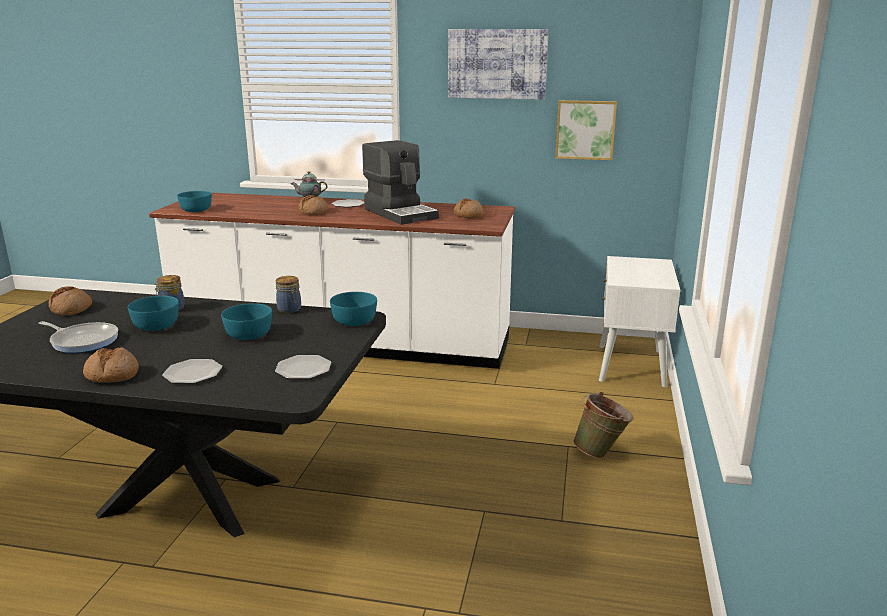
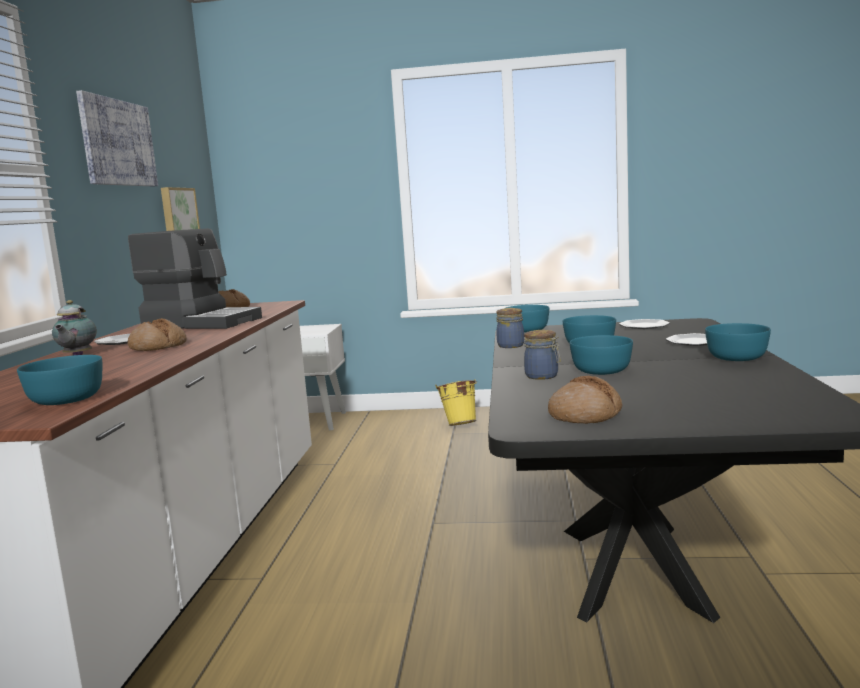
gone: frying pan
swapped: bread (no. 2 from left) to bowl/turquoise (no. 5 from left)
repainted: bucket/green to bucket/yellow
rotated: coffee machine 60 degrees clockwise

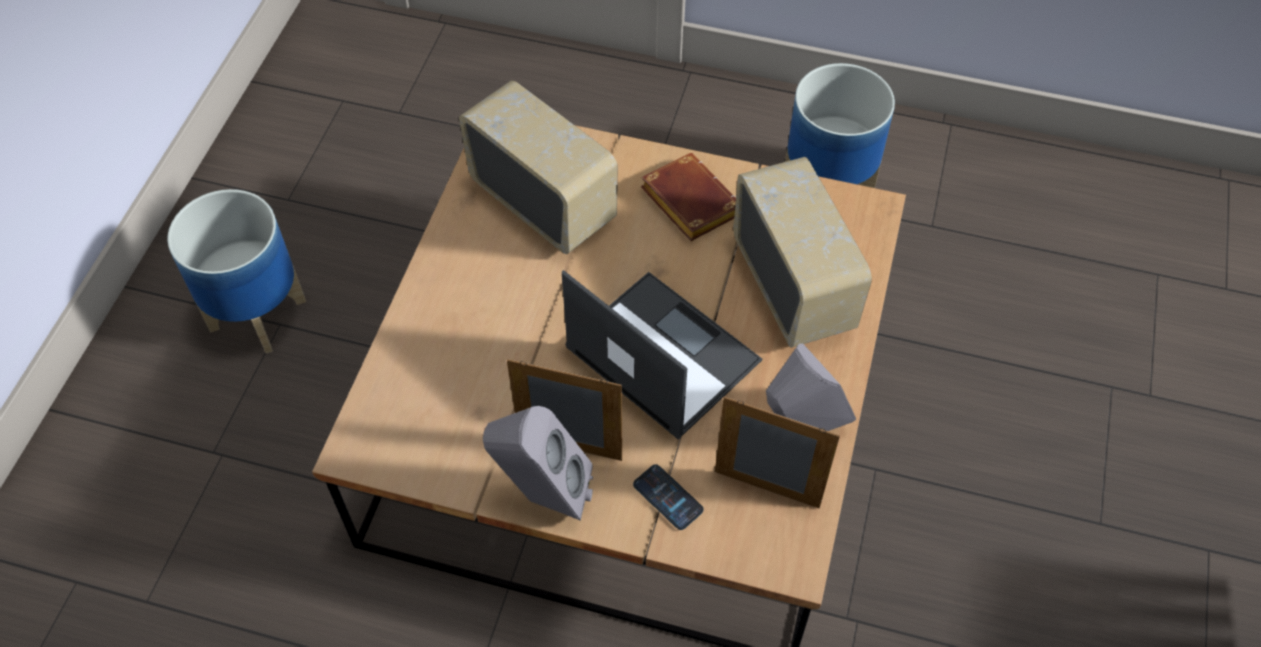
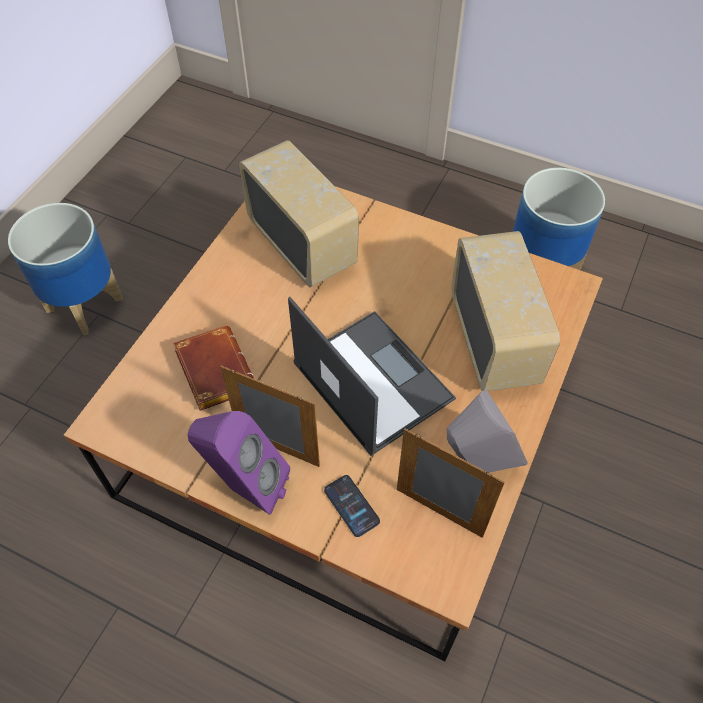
shifted: book/brown
repainted: speaker/grey (no. 1 from left) to speaker/purple

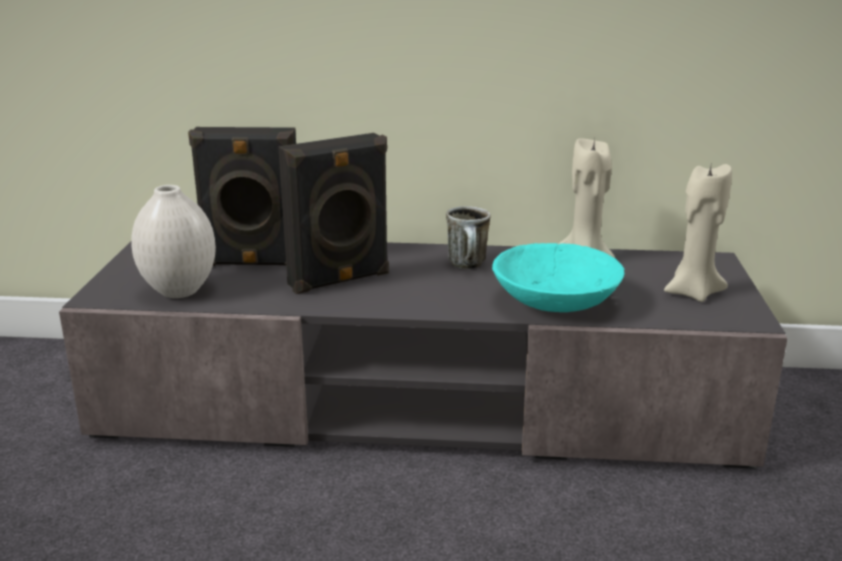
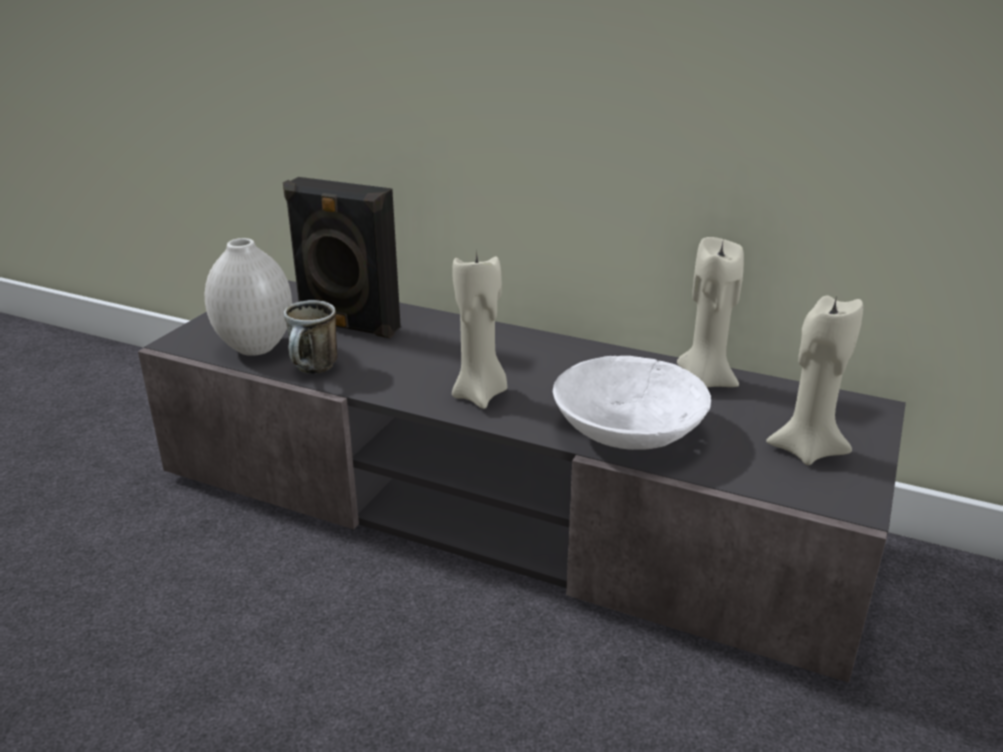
gone: speaker/black (no. 2 from left)
new: candle/beige (no. 1 from left)
shifted: mug
repainted: bowl/turquoise to bowl/white

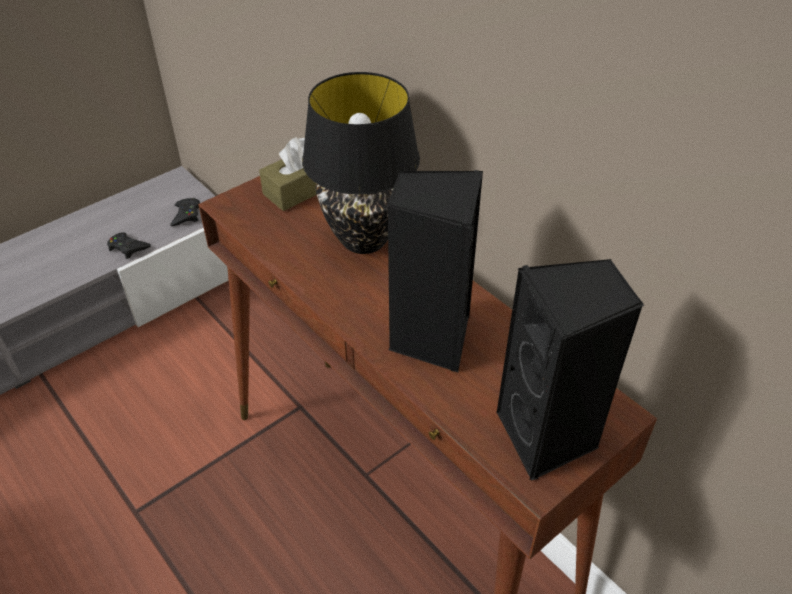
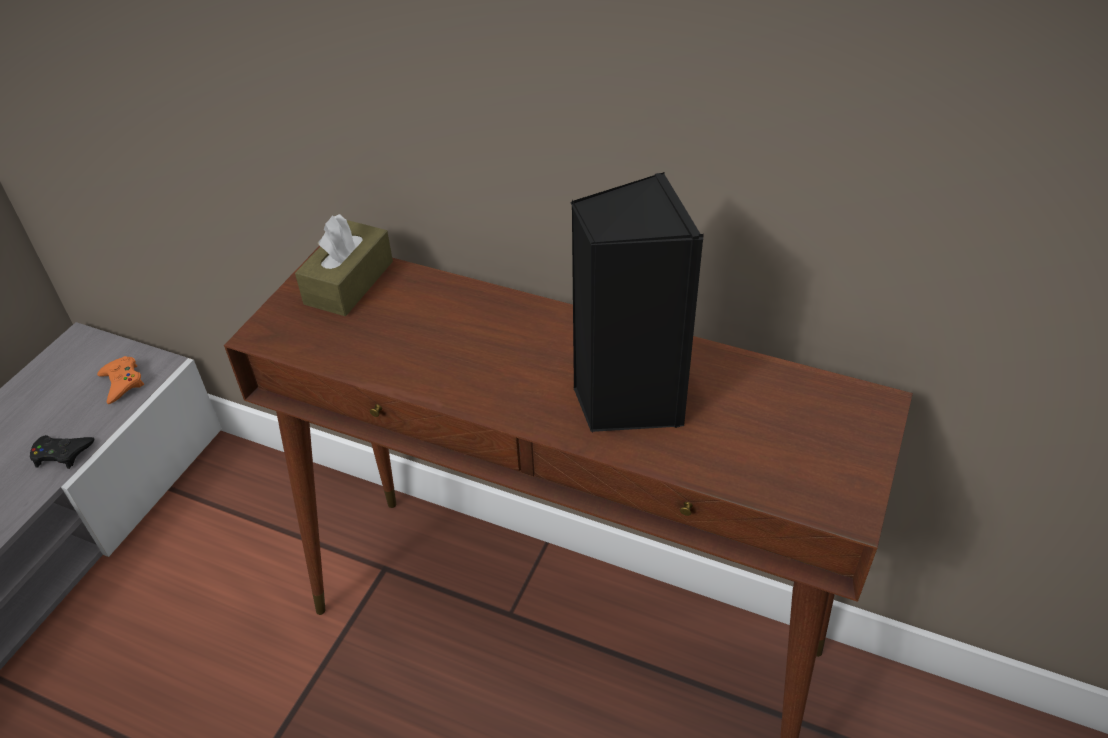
gone: table lamp/black; speaker/black (no. 2 from left)
repainted: game controller/black (no. 2 from left) to game controller/orange

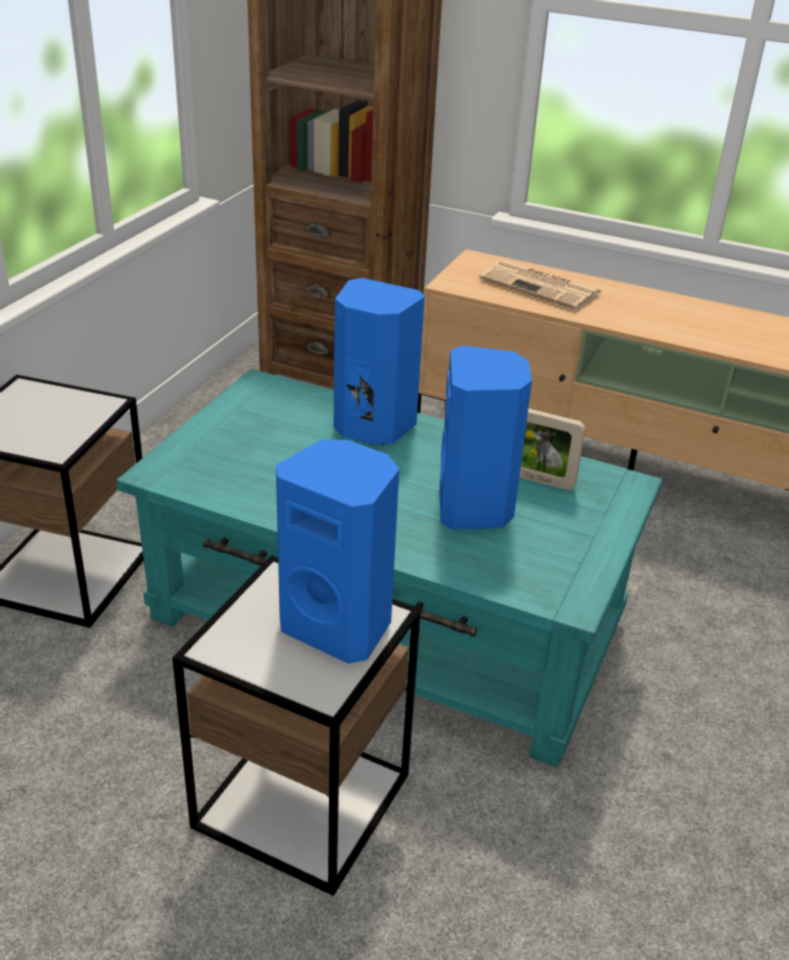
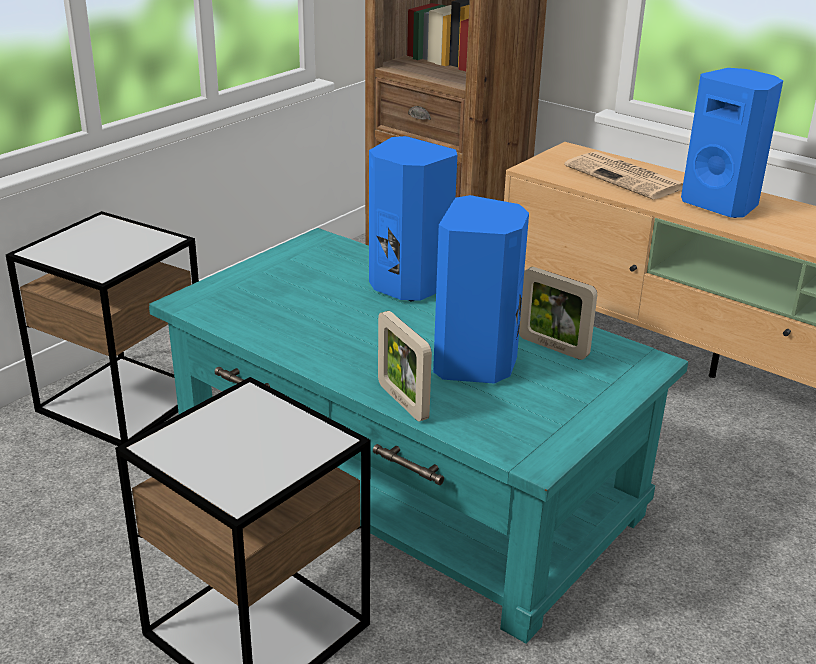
new: picture frame (no. 1 from left)
shifted: speaker/blue (no. 1 from left in the first image) to speaker/blue (no. 3 from left)

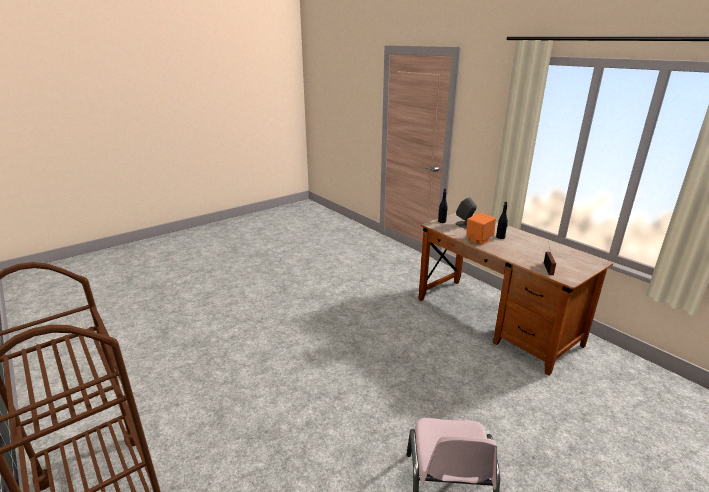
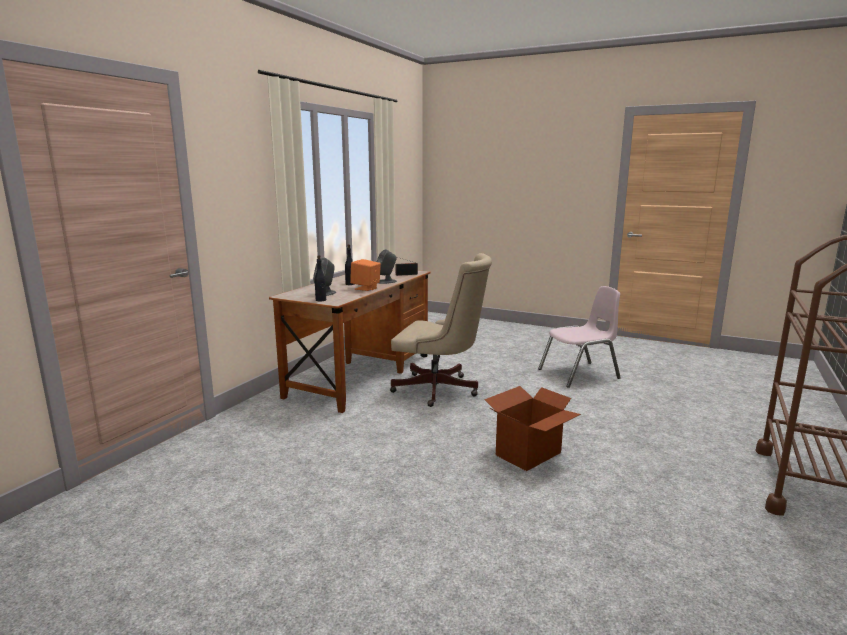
new: speaker/grey (no. 2 from left); office chair/beige; cardboard box

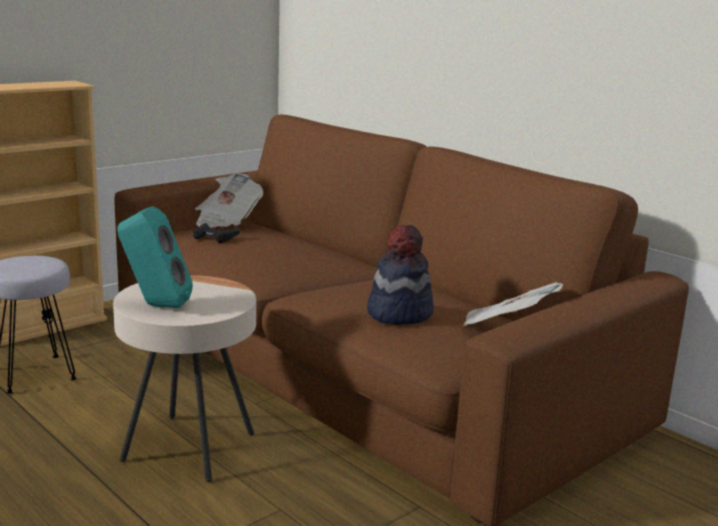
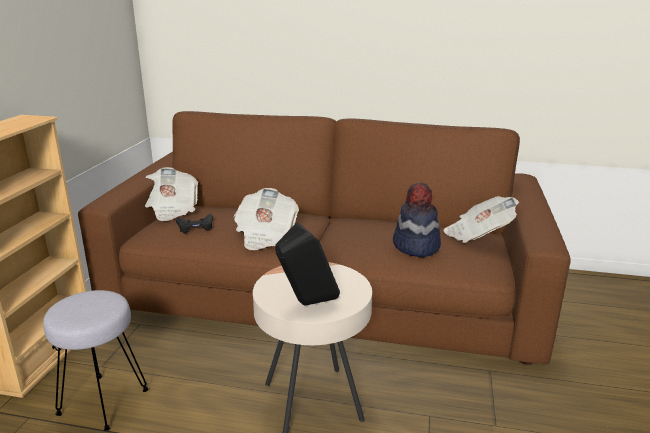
new: newspaper (no. 2 from left)
repainted: speaker/turquoise to speaker/black

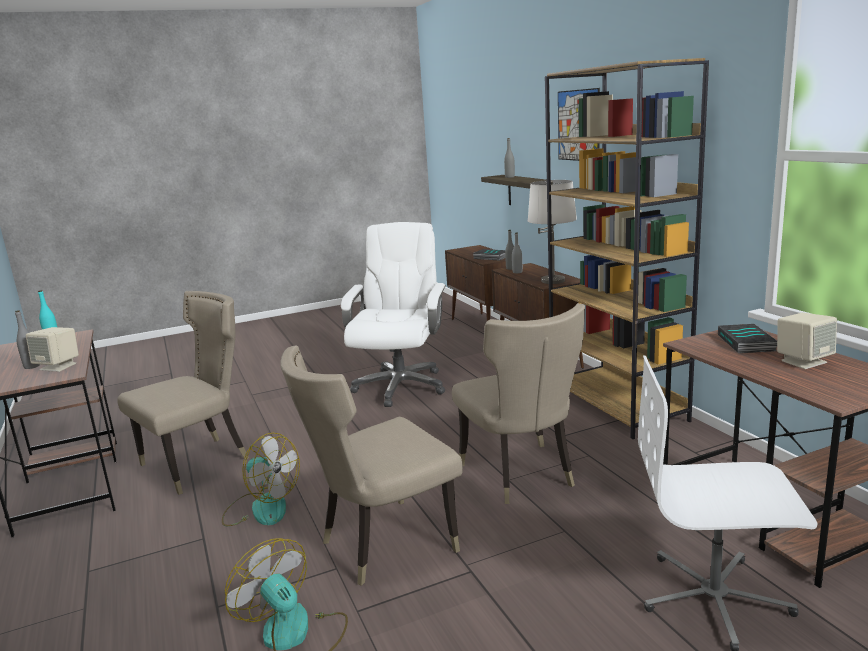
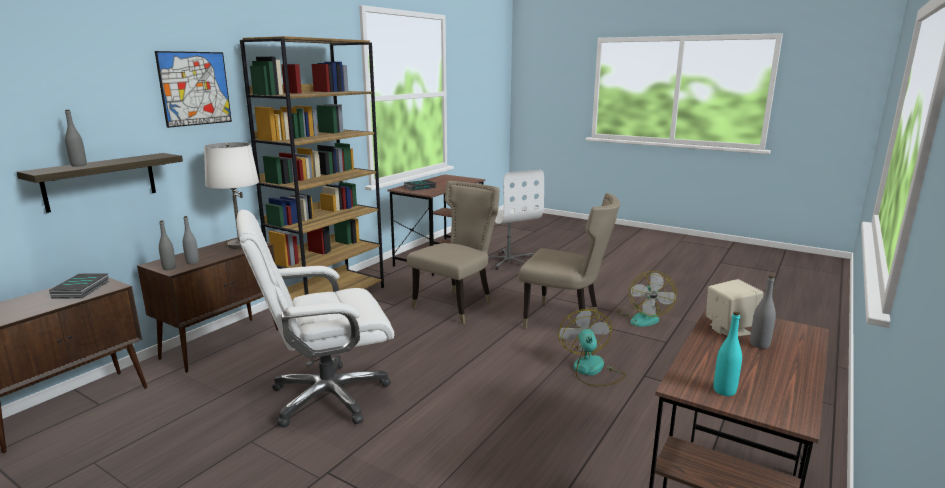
gone: chair/beige (no. 1 from left); speaker/beige (no. 2 from left)

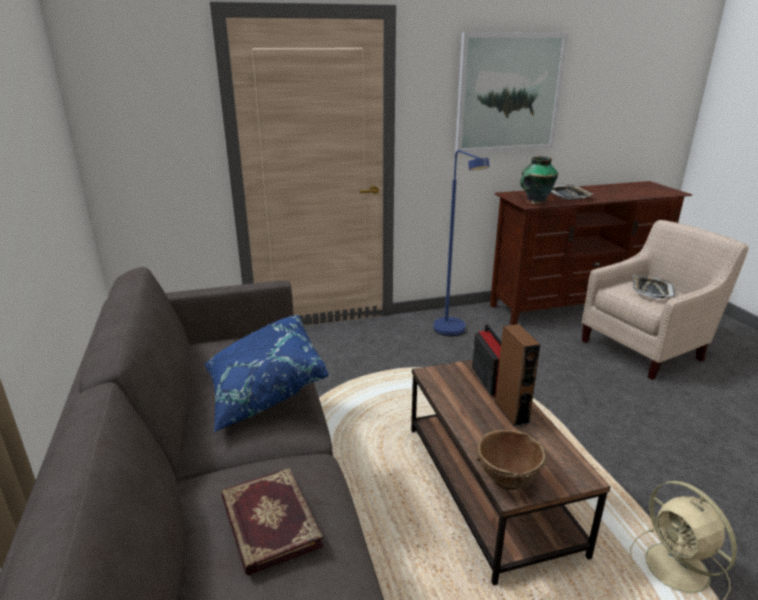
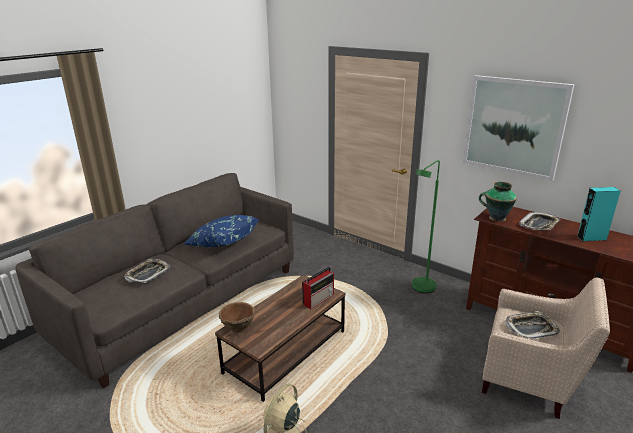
gone: speaker/brown
new: speaker/turquoise
swapped: book to tray (no. 1 from left)
repainted: floor lamp/blue to floor lamp/green

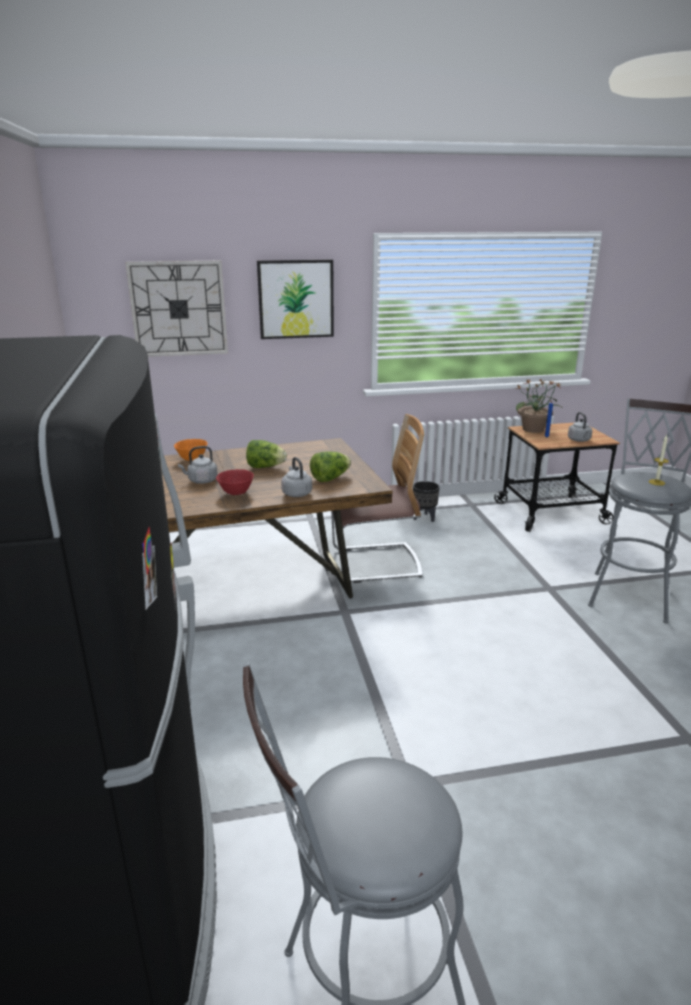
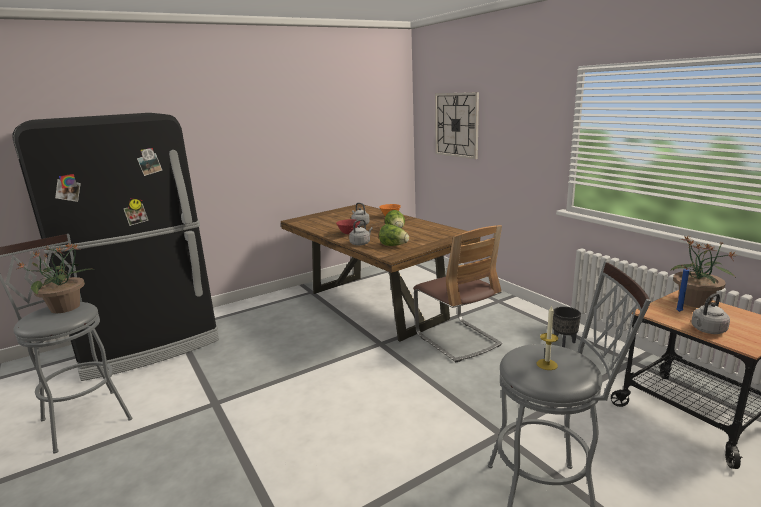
gone: picture
new: potted plant (no. 1 from left)

